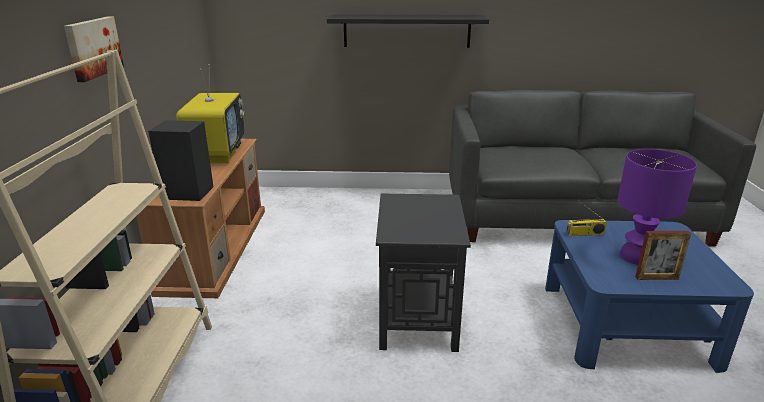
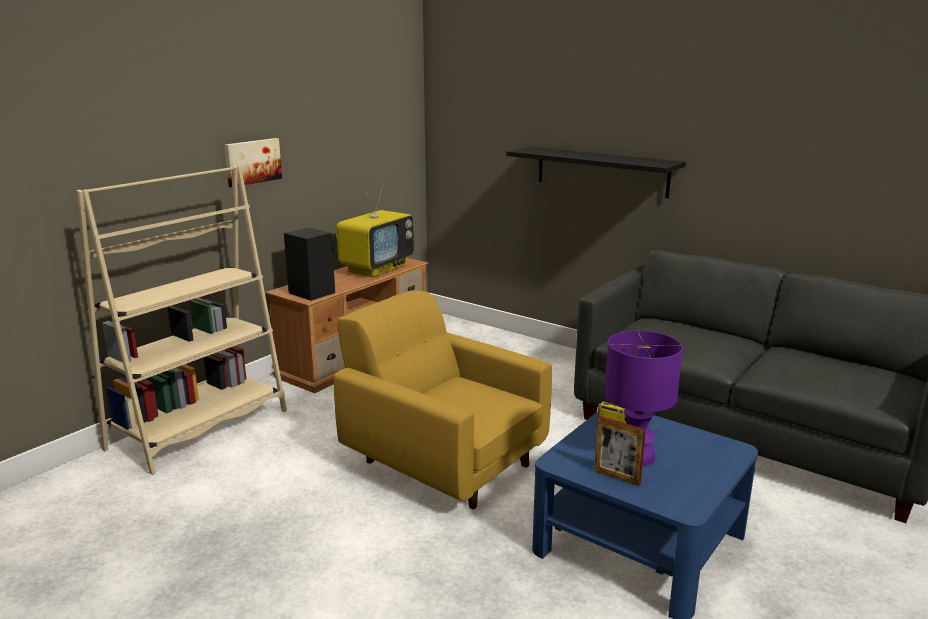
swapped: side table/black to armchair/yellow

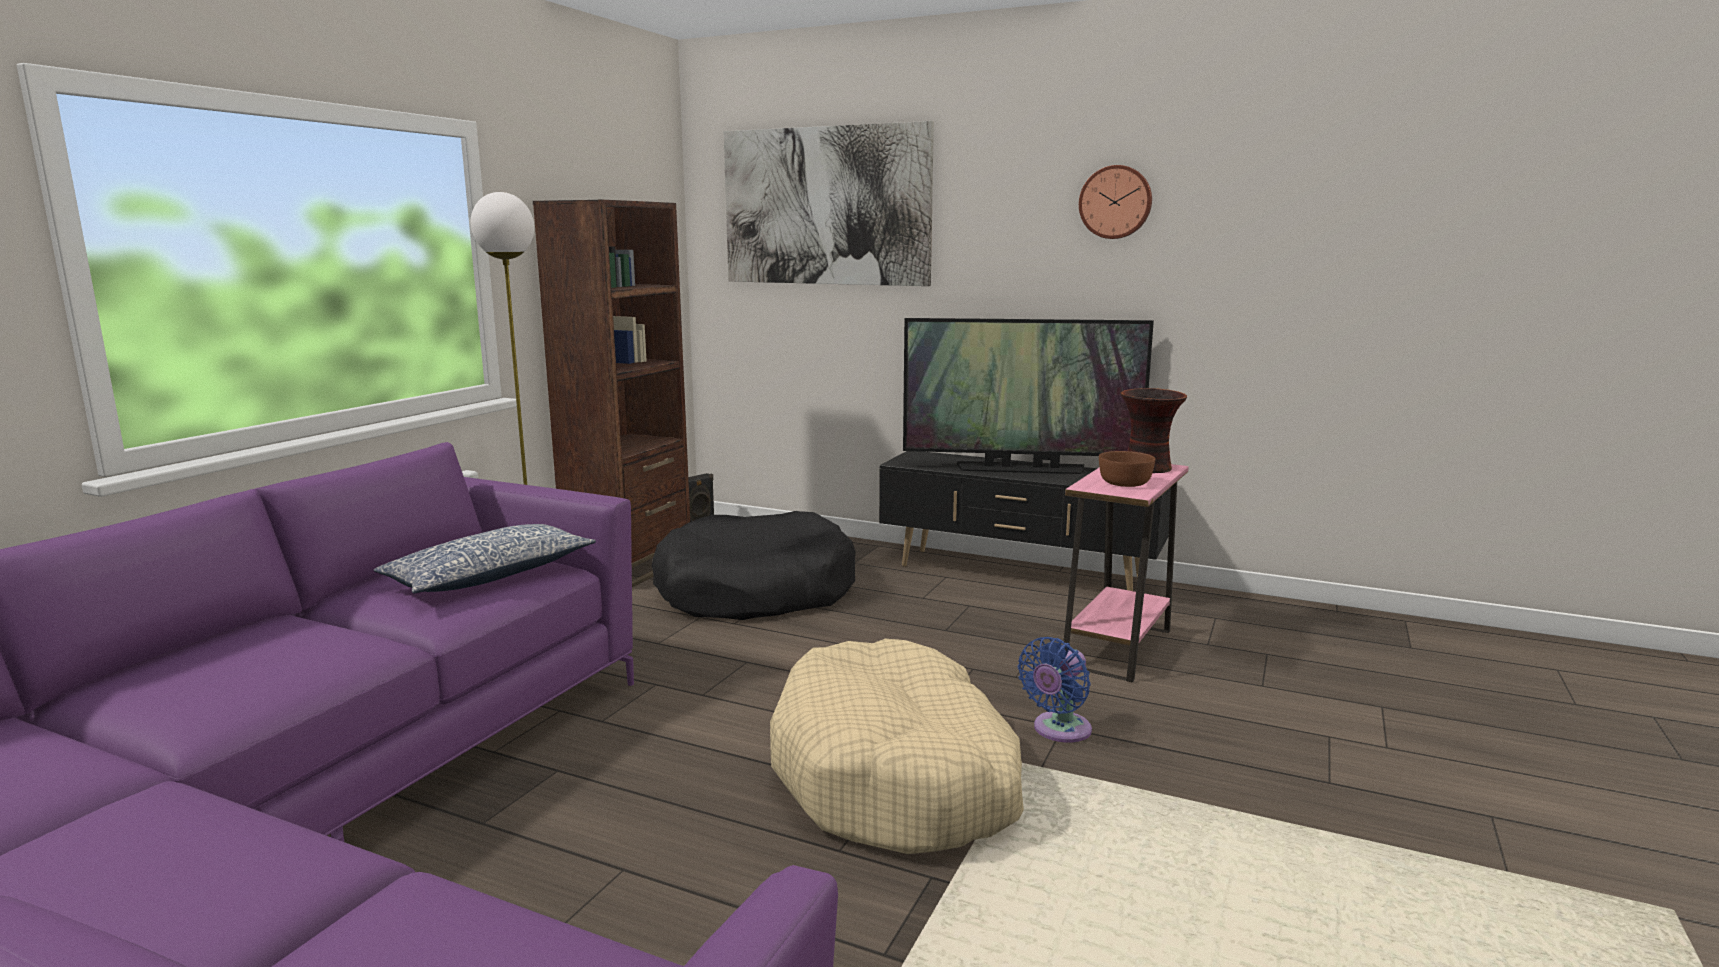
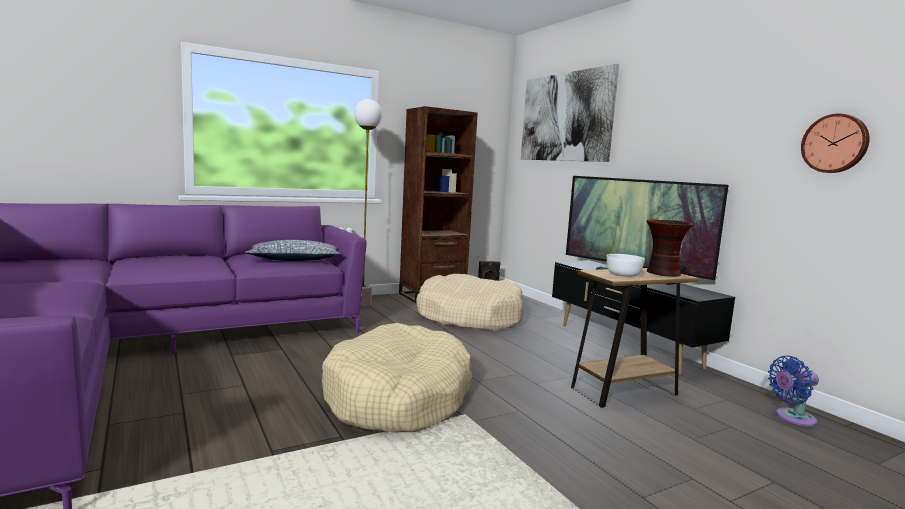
shifted: wall clock; fan/blue
repainted: bowl/brown to bowl/white; side table/pink to side table/brown; dog bed/black to dog bed/beige (no. 2 from left)

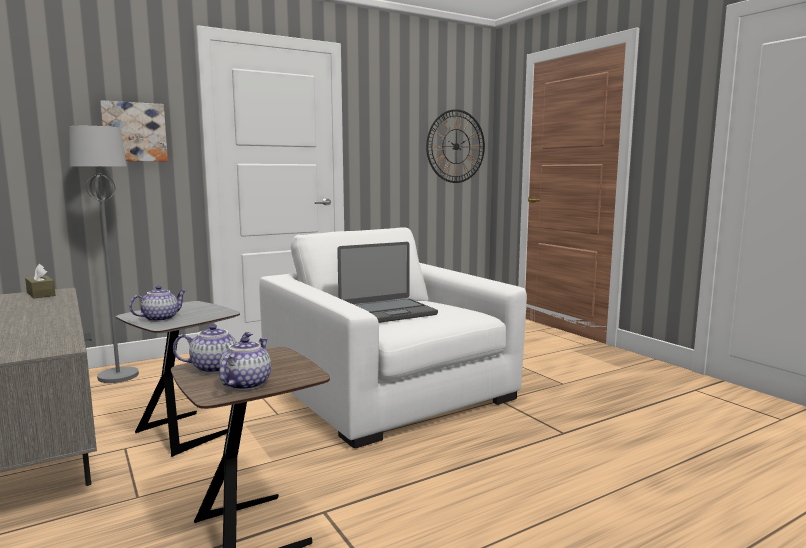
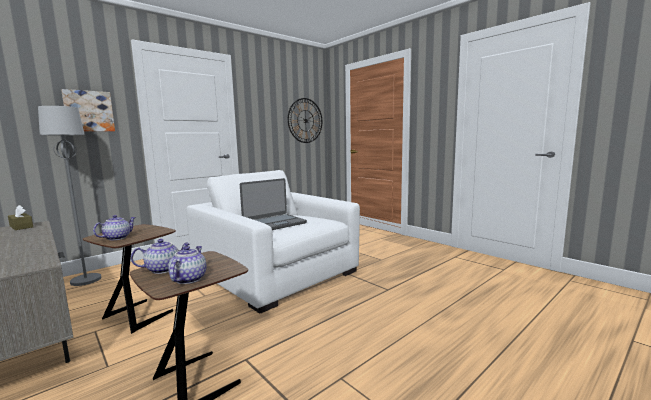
repainted: side table/grey to side table/brown (no. 1 from left)

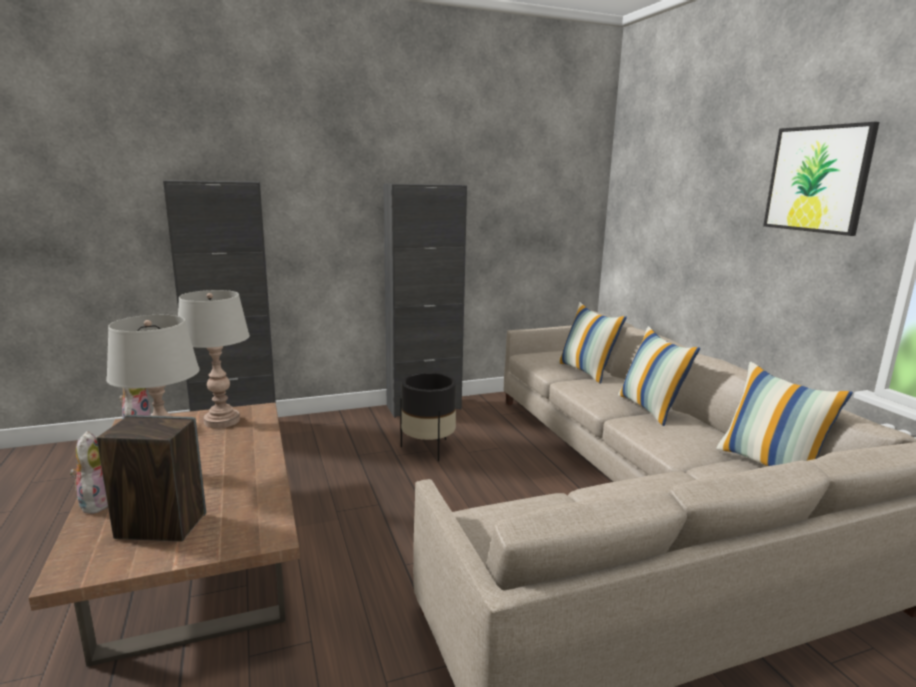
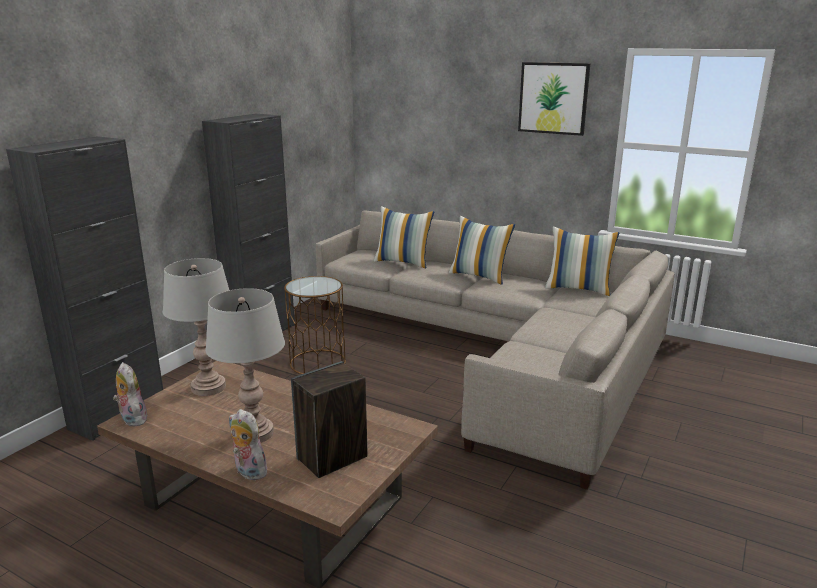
swapped: planter/black to side table/brown

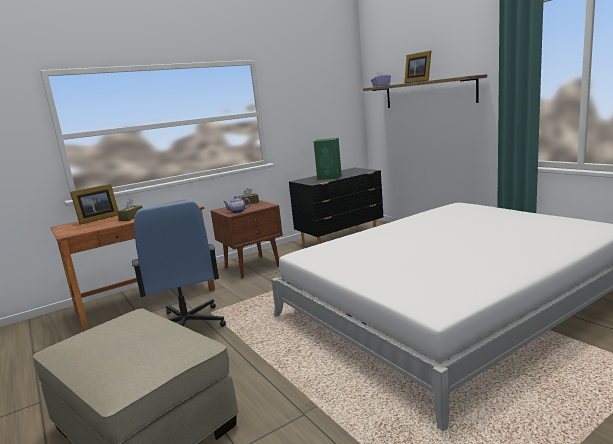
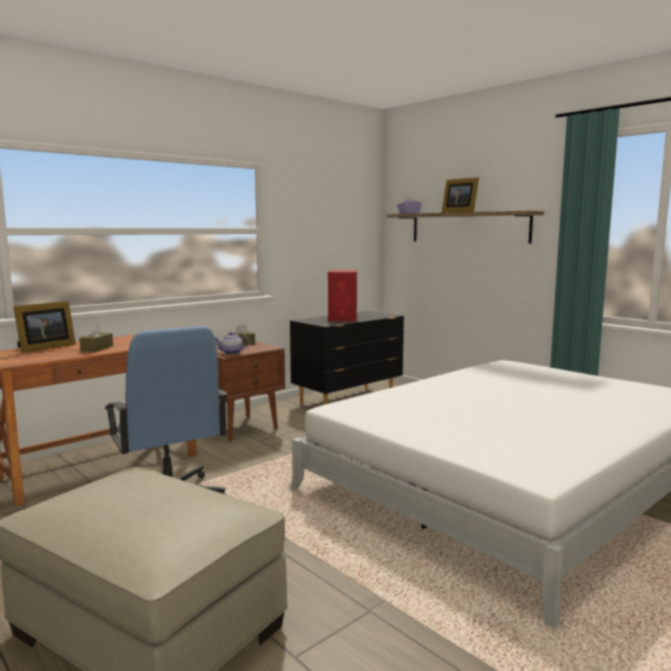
repainted: speaker/green to speaker/red

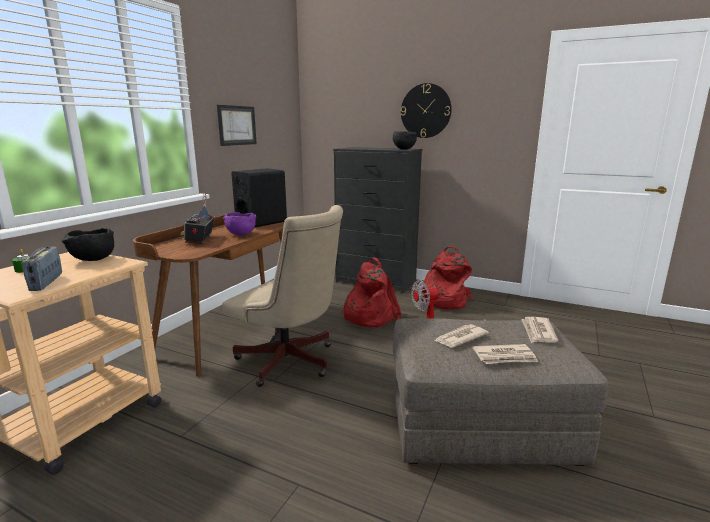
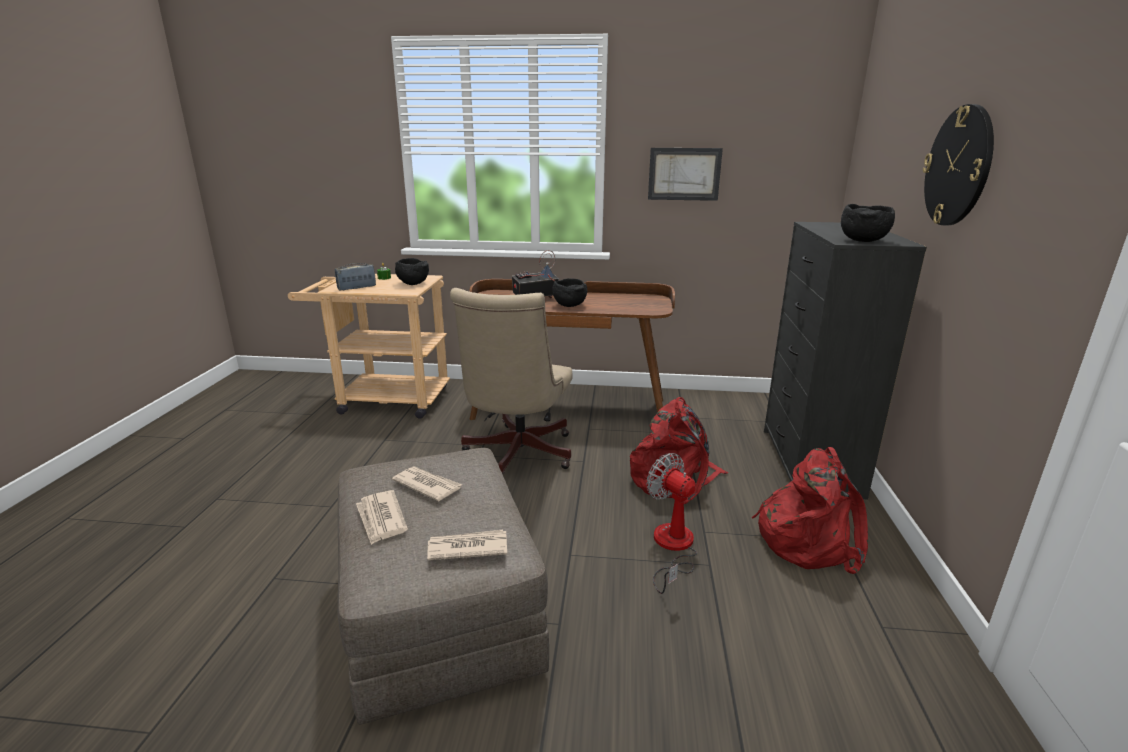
gone: speaker/black
repainted: bowl/purple to bowl/black (no. 2 from left)

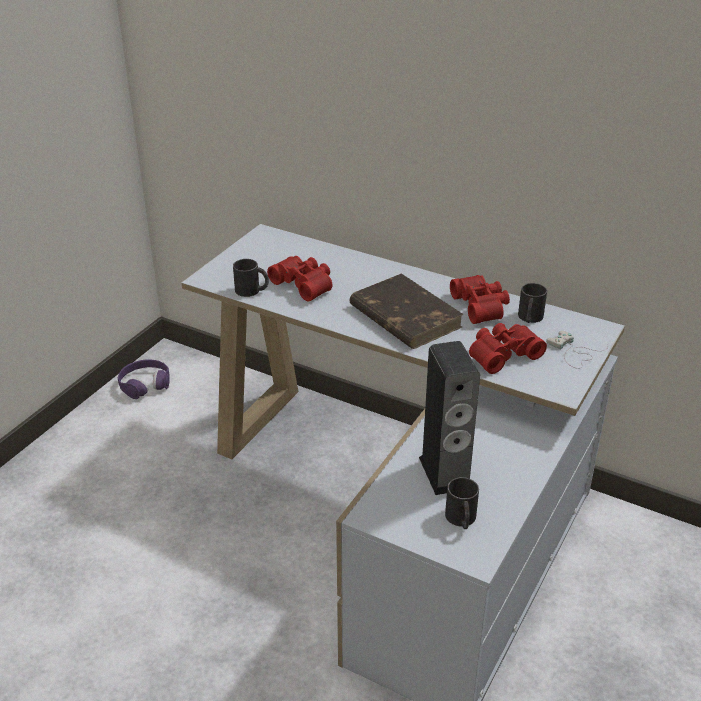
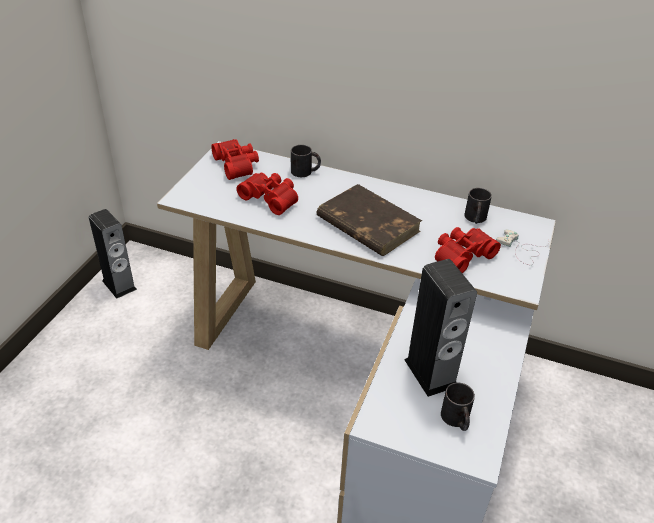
shifted: mug/black (no. 1 from left); binoculars/red (no. 2 from left in the first image) to binoculars/red (no. 1 from left)
swapped: headphones/purple to speaker (no. 1 from left)

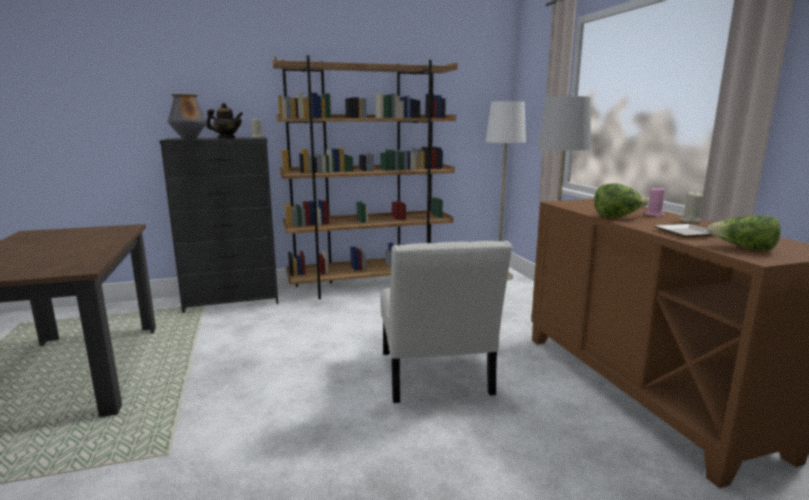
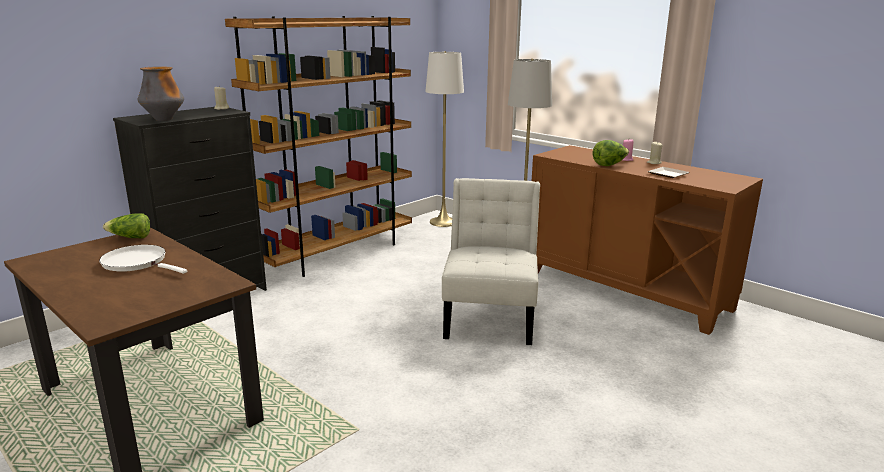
gone: teapot
new: frying pan/white
shifted: lettuce (no. 2 from left in the first image) to lettuce (no. 1 from left)
rotated: chair/white 135 degrees counterclockwise

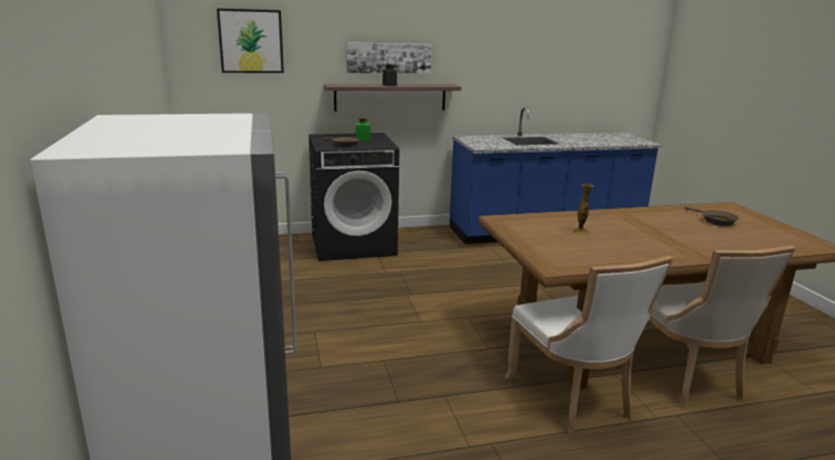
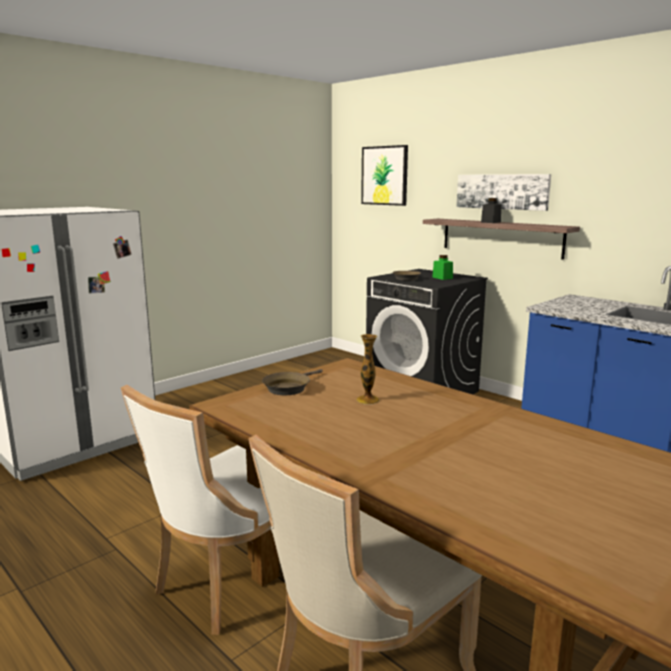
shifted: frying pan/brown (no. 2 from left in the first image) to frying pan/brown (no. 1 from left)

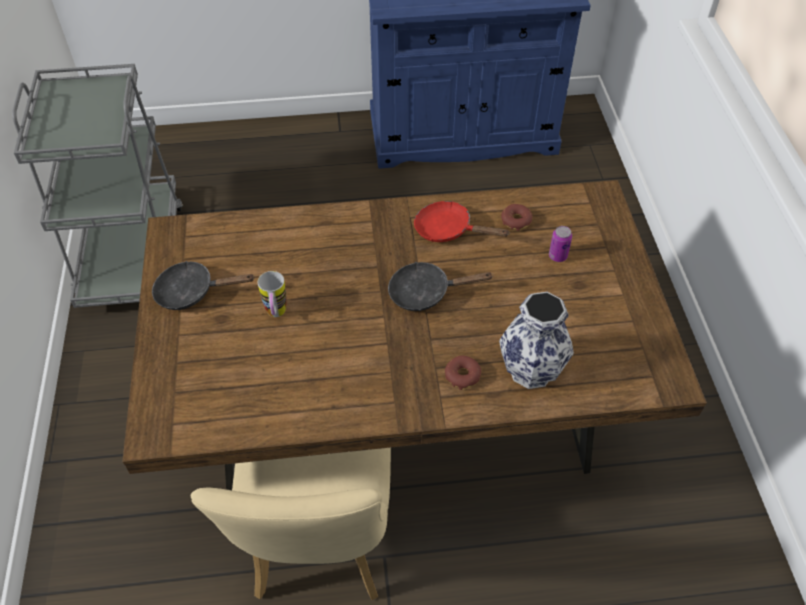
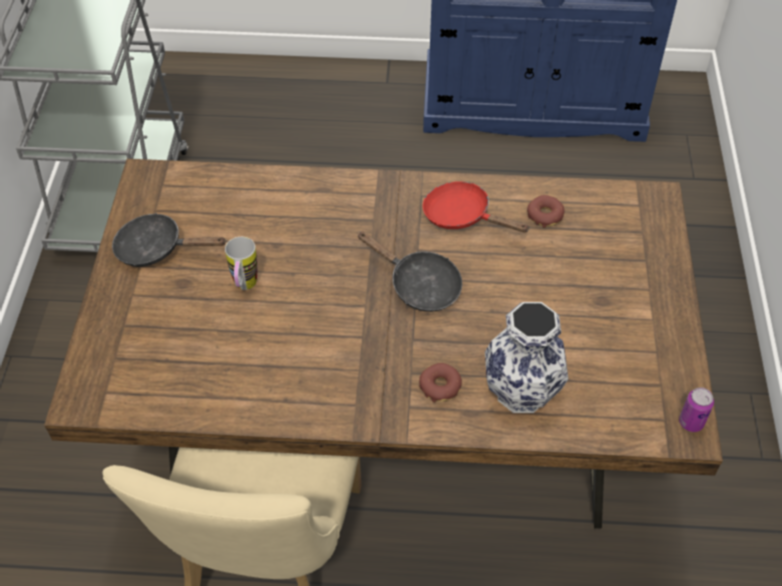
shifted: can
rotated: frying pan/black (no. 2 from left) 150 degrees counterclockwise

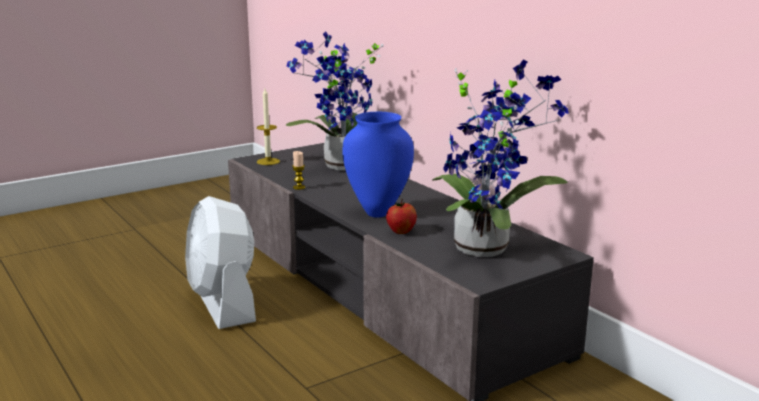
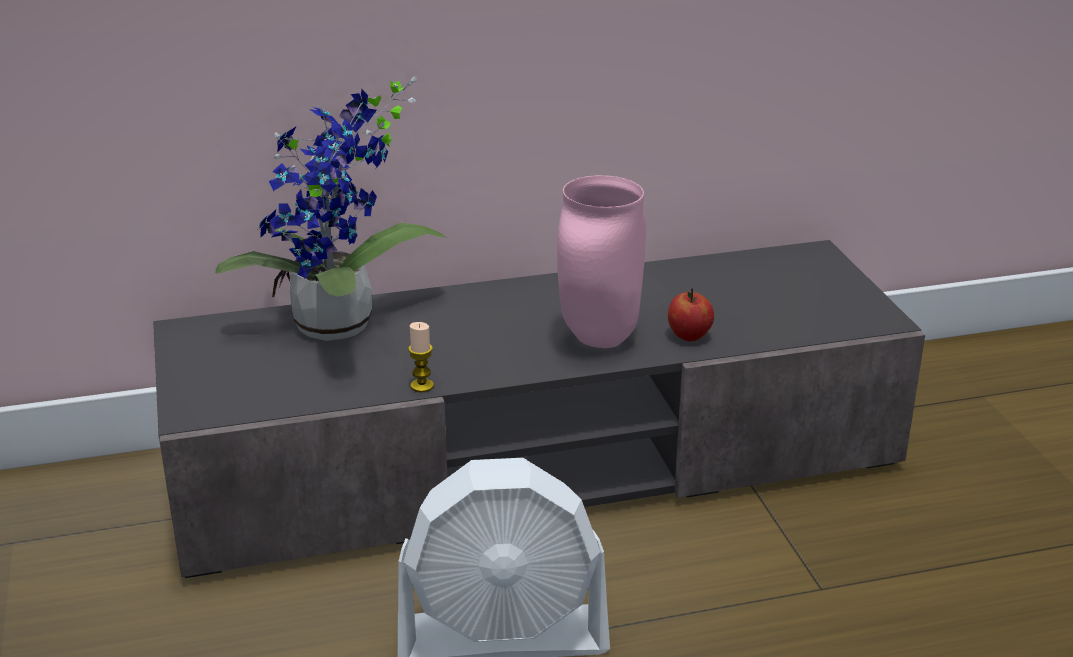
gone: potted plant (no. 2 from left); candle (no. 1 from left)
repainted: vase/blue to vase/pink

